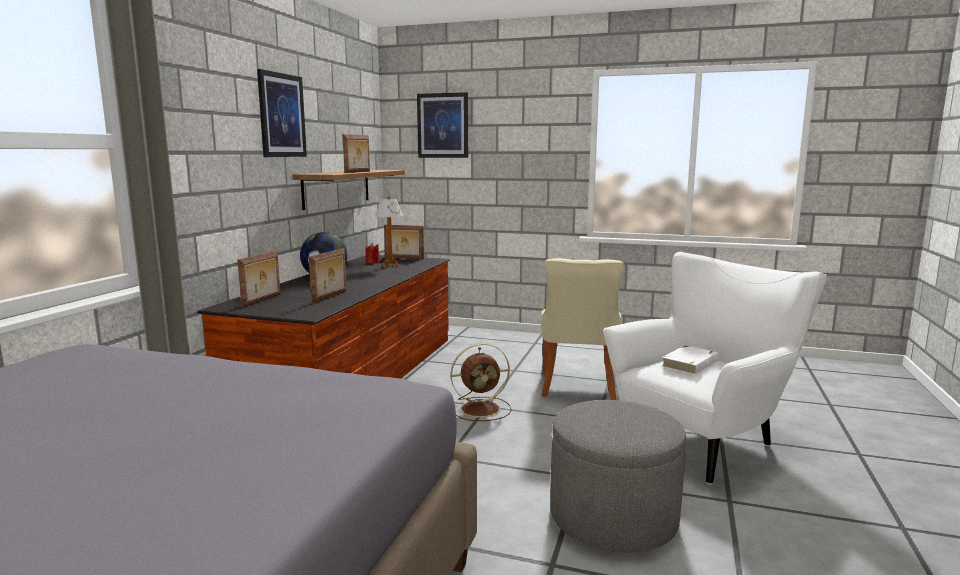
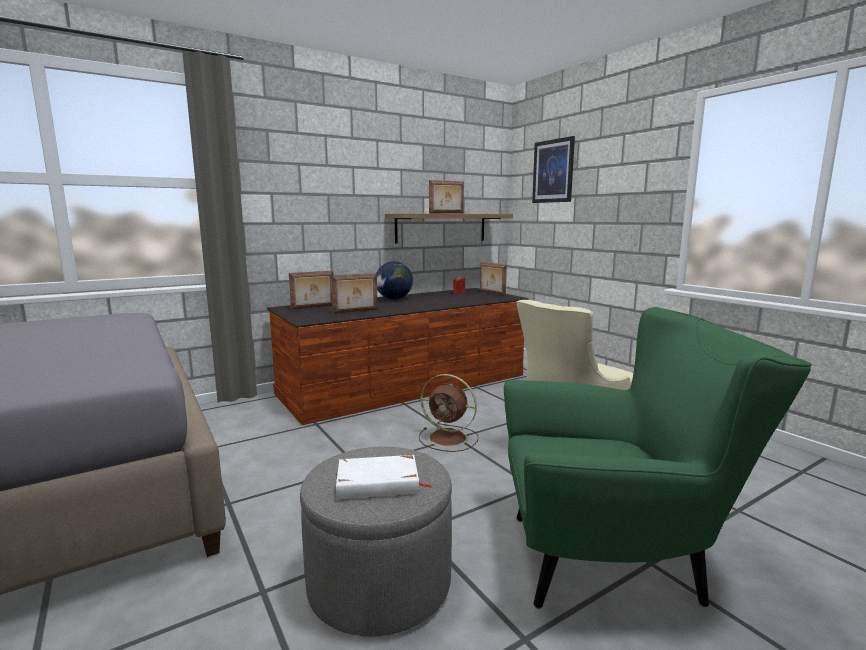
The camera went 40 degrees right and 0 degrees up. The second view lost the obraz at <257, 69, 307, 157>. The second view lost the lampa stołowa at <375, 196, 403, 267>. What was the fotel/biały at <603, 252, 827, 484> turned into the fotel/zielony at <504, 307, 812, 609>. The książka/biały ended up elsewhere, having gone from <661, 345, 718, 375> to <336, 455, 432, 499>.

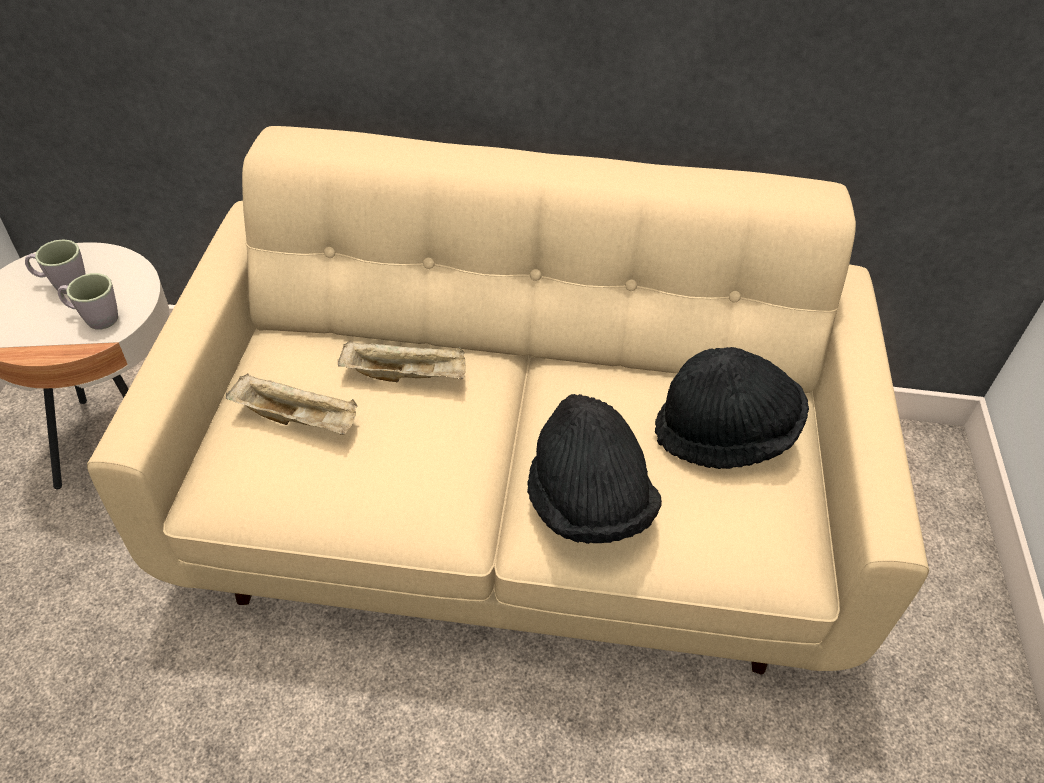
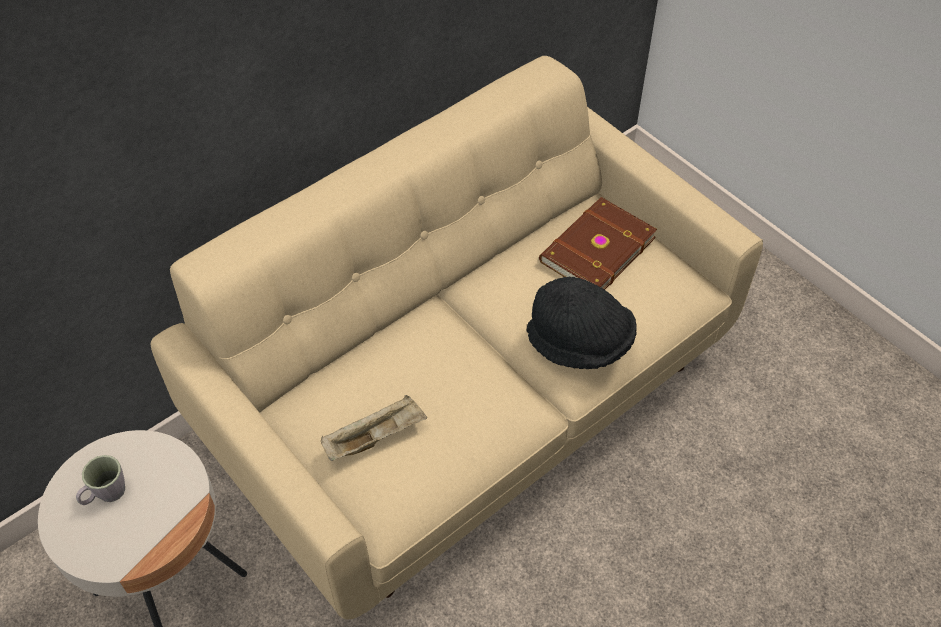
The camera went 45 degrees left and 5 degrees up. The second view lost the kubek/szary at <58, 273, 118, 329>. The second view lost the taca/beżowy at <338, 340, 466, 382>. Where the kapelusz/czarny stood at <655, 347, 809, 469>, the książka/brązowy came to stand at <539, 197, 657, 290>.

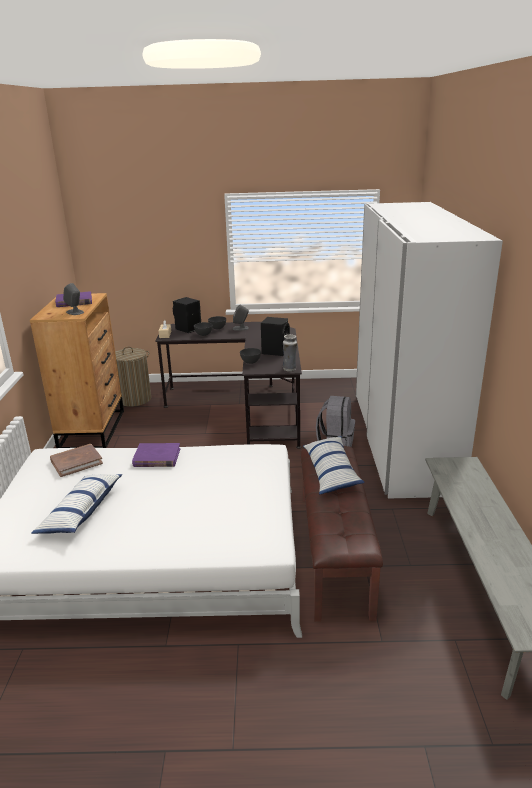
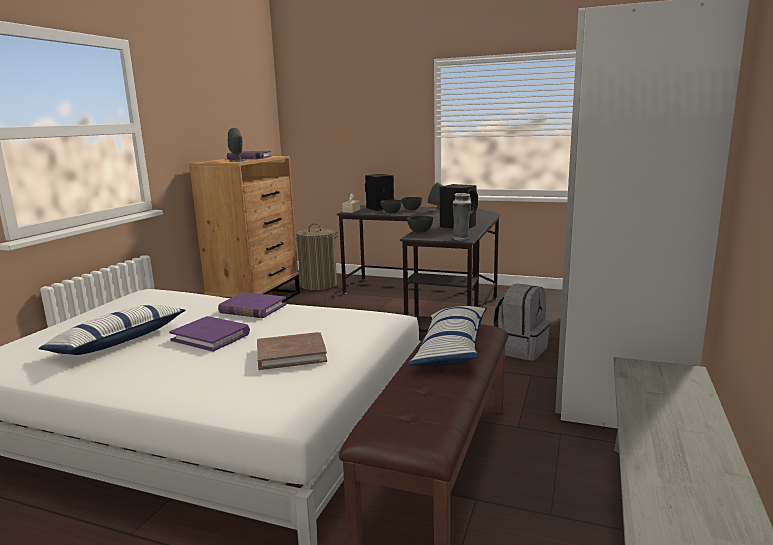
The camera went 20 degrees right and 10 degrees down. The książka/brązowy ended up elsewhere, having gone from <50, 444, 103, 477> to <257, 332, 327, 370>. The second view gained the książka/fioletowy at <169, 316, 250, 352>.

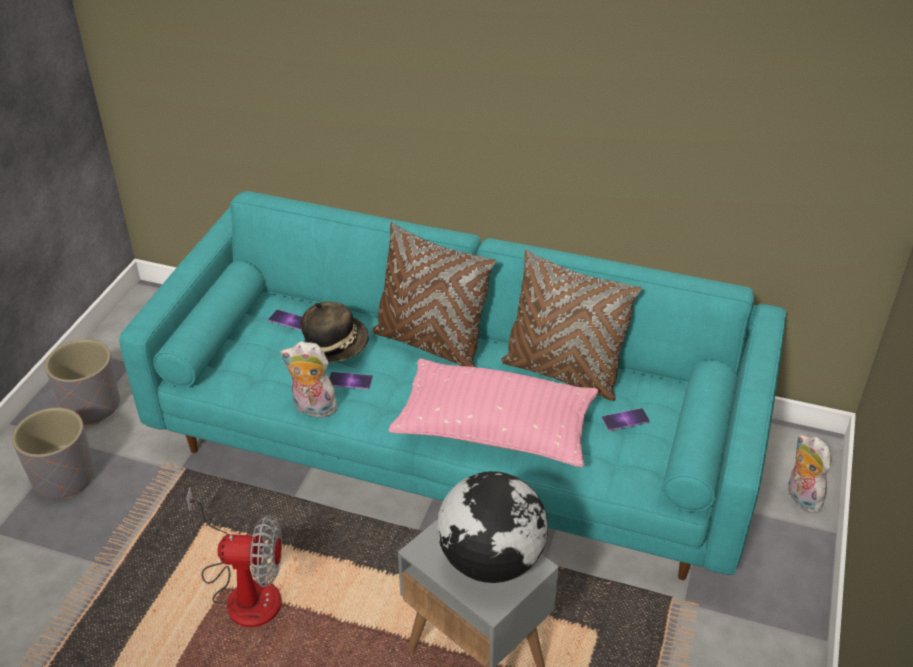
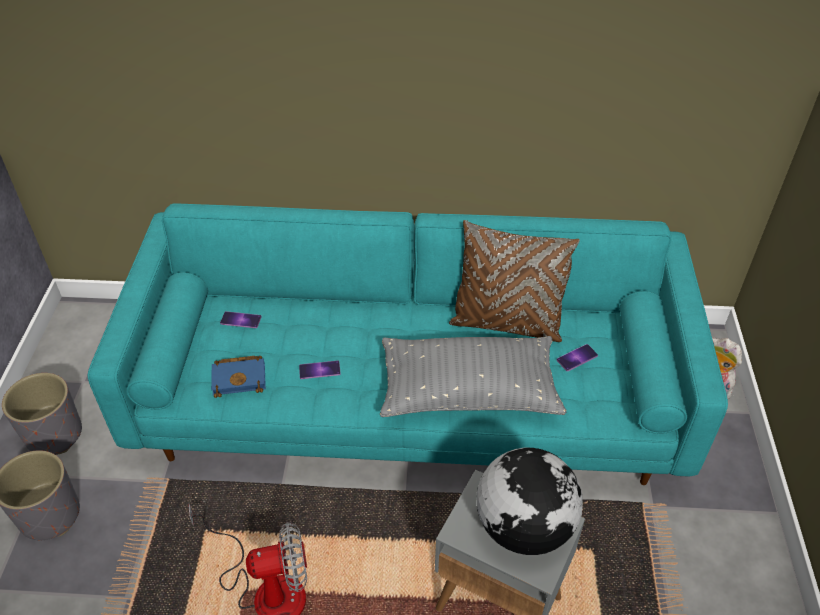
The camera went 15 degrees left and 5 degrees up. The second view lost the pluszak at <280, 341, 337, 418>. The second view lost the kapelusz at <301, 302, 369, 362>. The second view lost the poduszka/brązowy at <372, 222, 496, 367>. What was the poduszka/różowy at <389, 358, 598, 468> turned into the poduszka/szary at <380, 336, 566, 417>. The second view gained the książka/niebieski at <211, 356, 266, 398>.

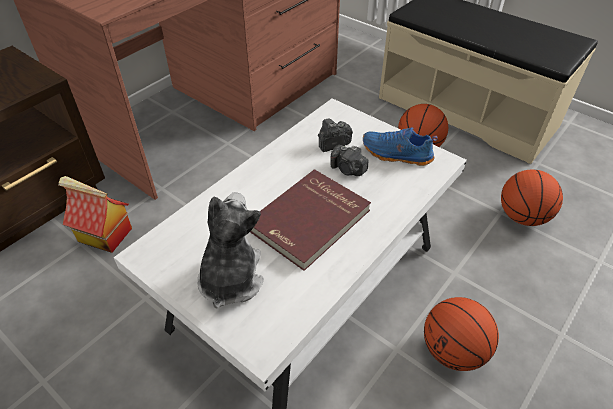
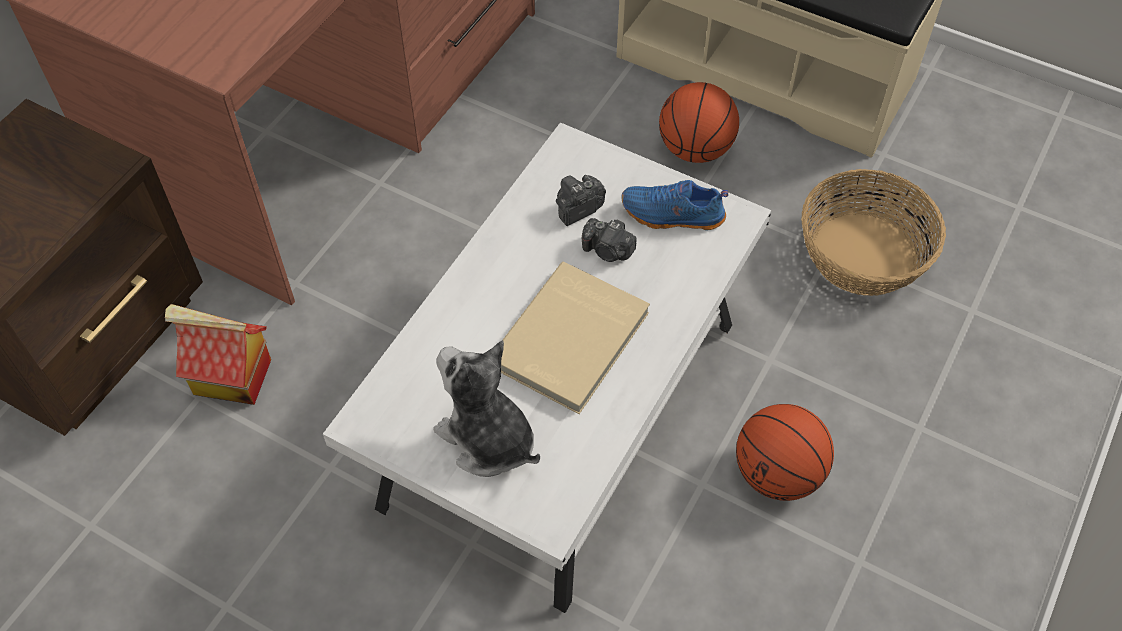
The camera went 10 degrees left and 10 degrees up. The pluszak at <197, 192, 264, 309> ended up facing another way, 45 degrees counterclockwise from before. What was the książka/czerwony at <250, 169, 371, 271> turned into the książka/beżowy at <501, 262, 650, 414>. Where the piłka do koszykówki stood at <501, 169, 563, 226>, the koszyk came to stand at <801, 169, 946, 296>.

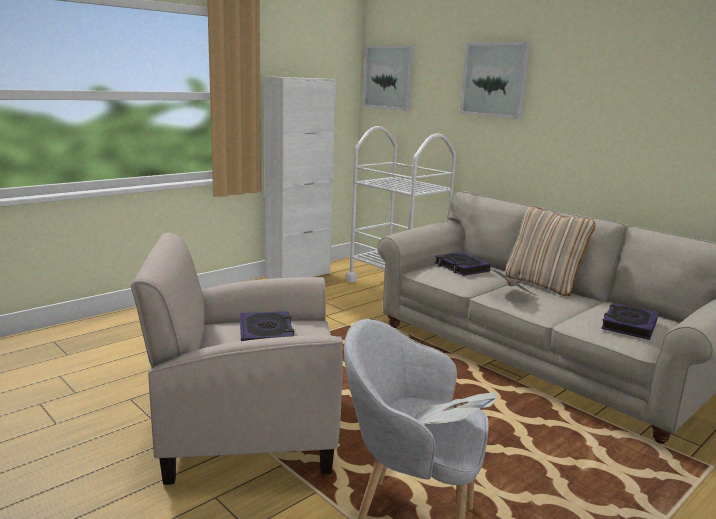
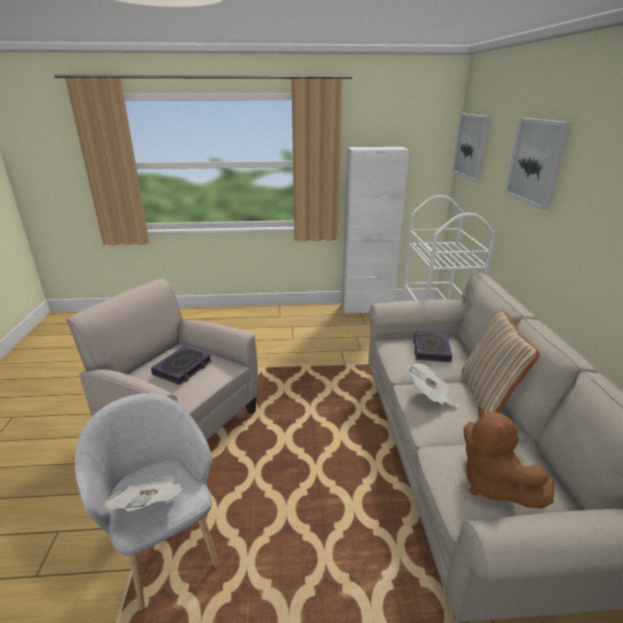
The camera went 40 degrees right and 10 degrees up. Where the książka stood at <601, 303, 659, 340>, the pluszak/brązowy came to stand at <464, 406, 554, 509>.

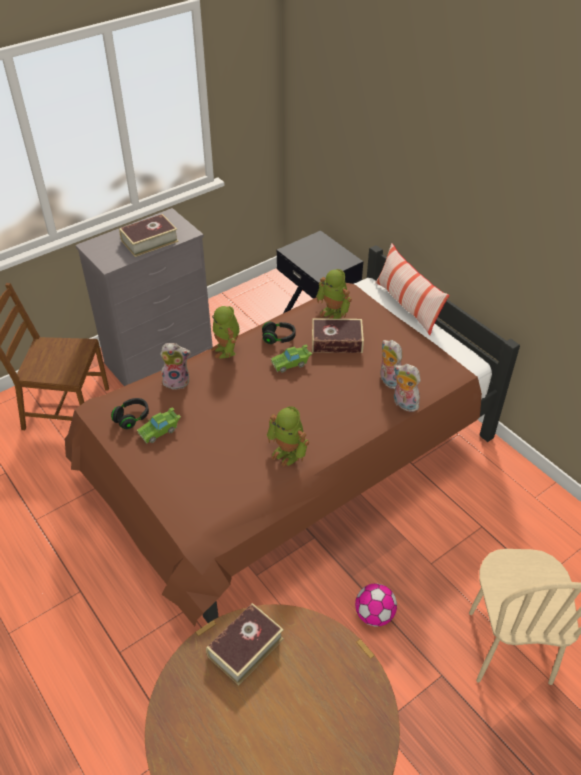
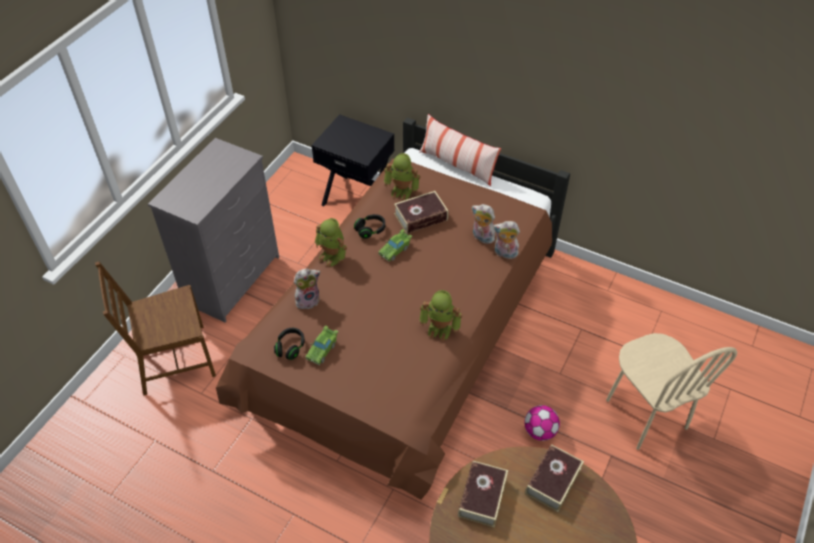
The camera went 25 degrees left and 5 degrees up. The książka ended up elsewhere, having gone from <119, 214, 179, 257> to <525, 444, 584, 512>.

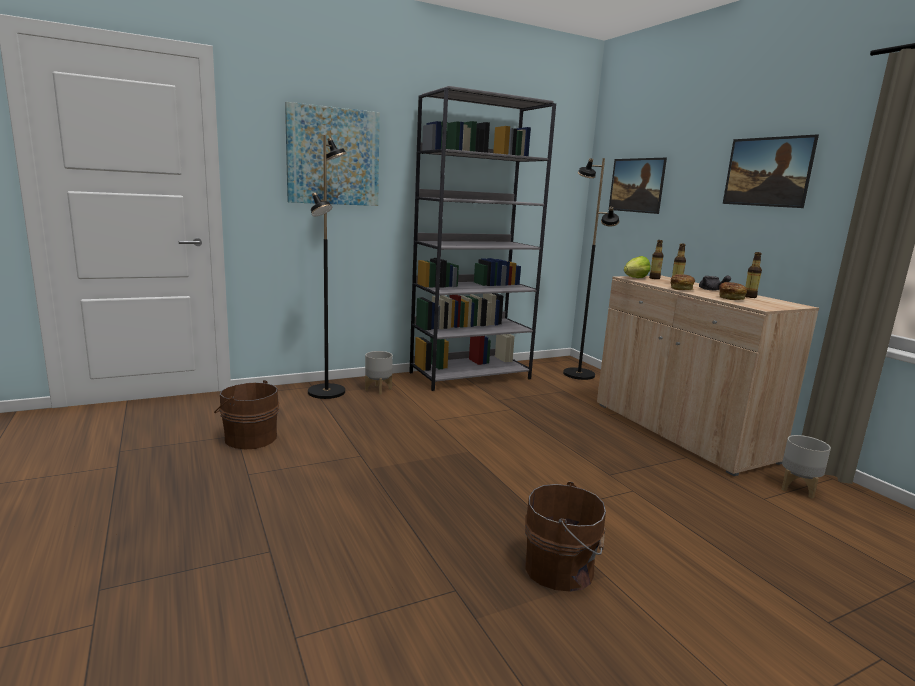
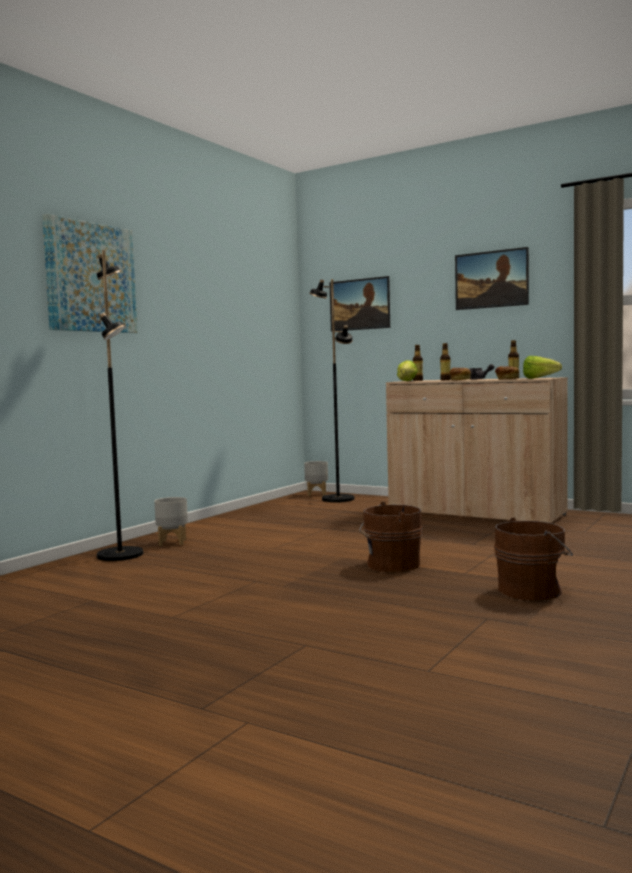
The camera went 30 degrees left and 10 degrees down. The wiadro/brązowy ended up elsewhere, having gone from <214, 380, 279, 449> to <359, 502, 423, 572>. The second view lost the regał/szary at <409, 86, 556, 391>. The donica/szary ended up elsewhere, having gone from <782, 435, 831, 499> to <304, 461, 328, 496>. The second view gained the sałata at <523, 356, 562, 379>.

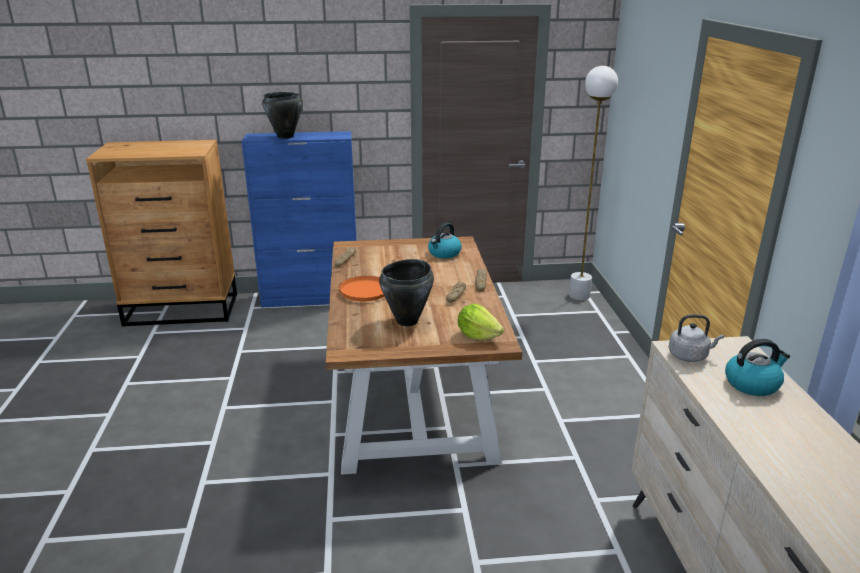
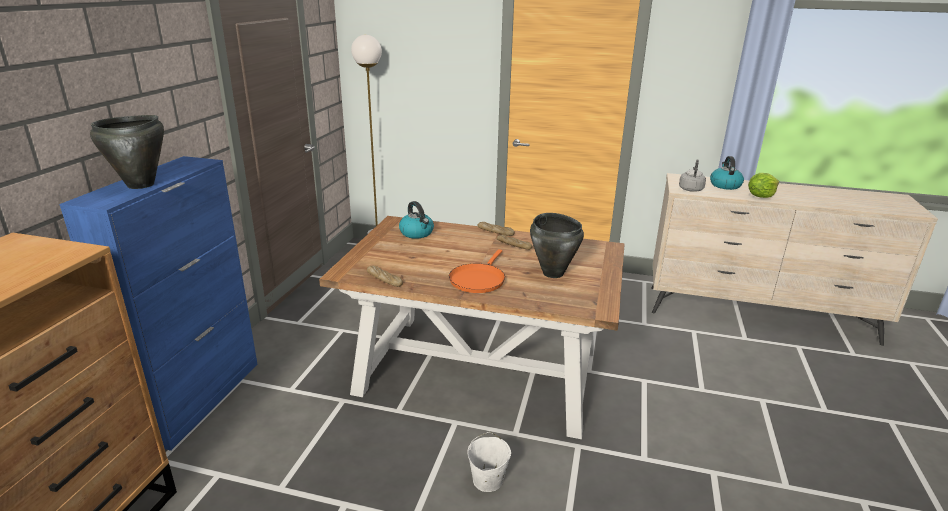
The camera went 70 degrees left and 0 degrees up. The sałata ended up elsewhere, having gone from <458, 304, 504, 340> to <748, 173, 779, 198>. The second view gained the wiadro/biały at <468, 432, 511, 492>.

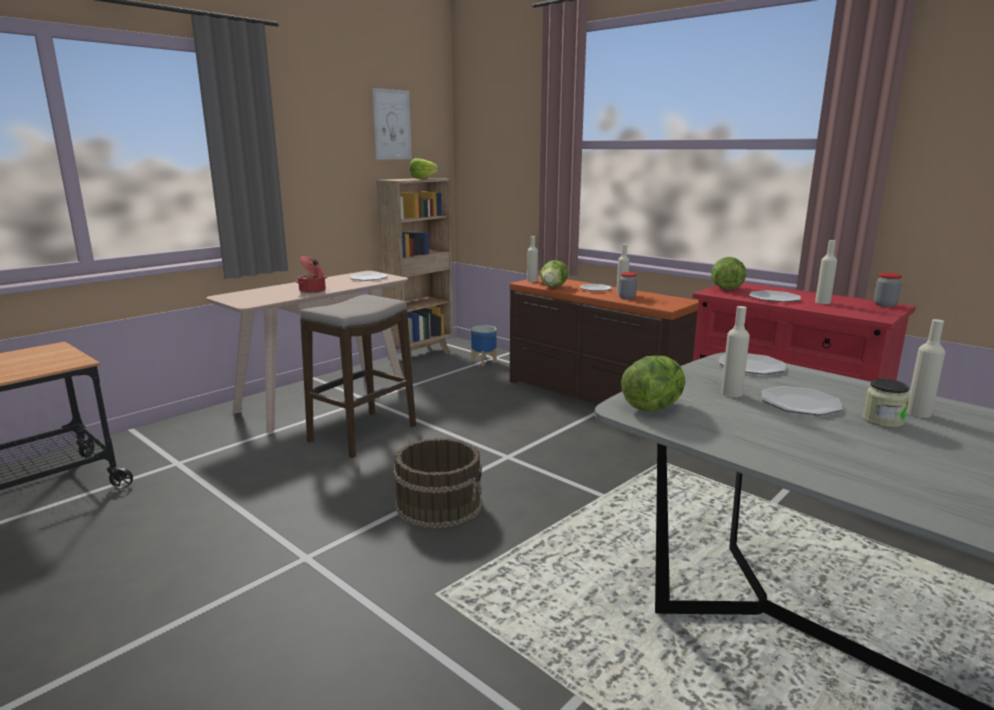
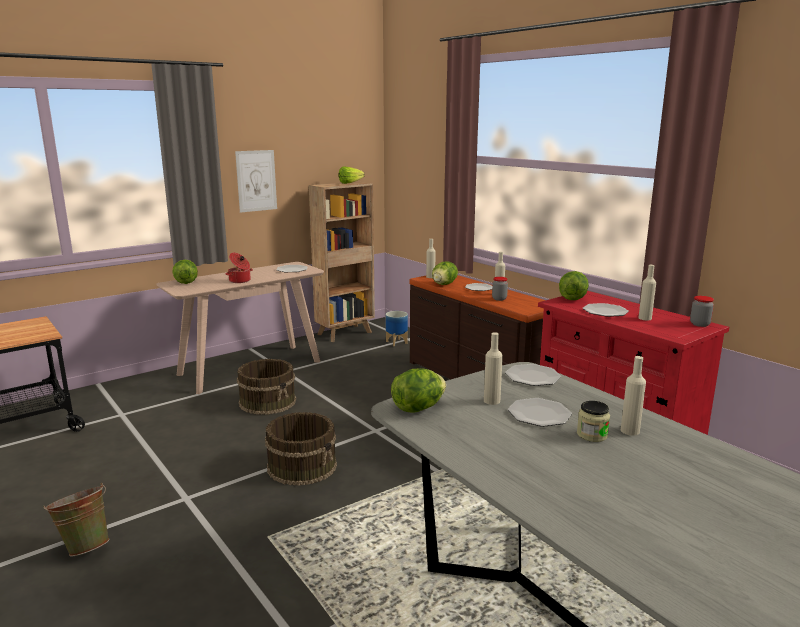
The camera went 10 degrees right and 0 degrees up. Where the stołek stood at <300, 295, 416, 458>, the wiadro/brązowy came to stand at <237, 359, 296, 415>. The obraz ended up elsewhere, having gone from <372, 88, 412, 160> to <235, 150, 277, 213>. The second view gained the wiadro/zielony at <43, 483, 109, 556>. The second view gained the sałata at <172, 259, 198, 284>.

